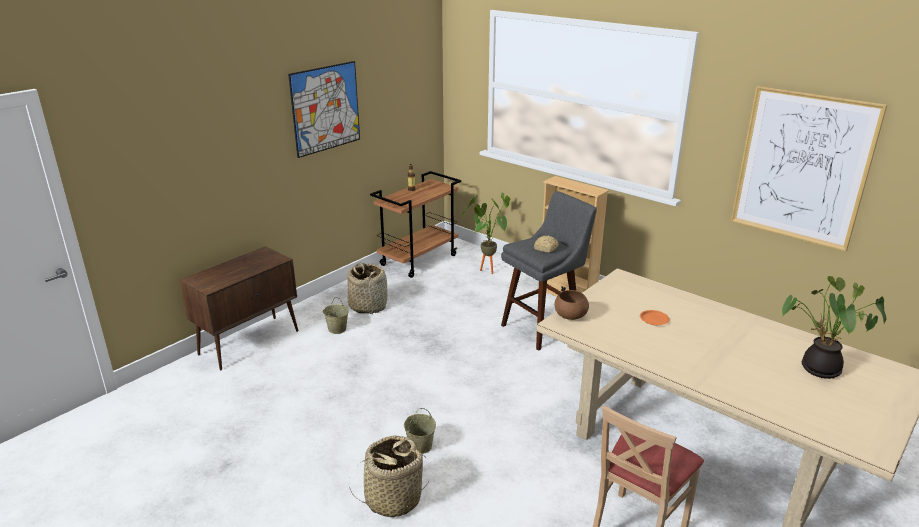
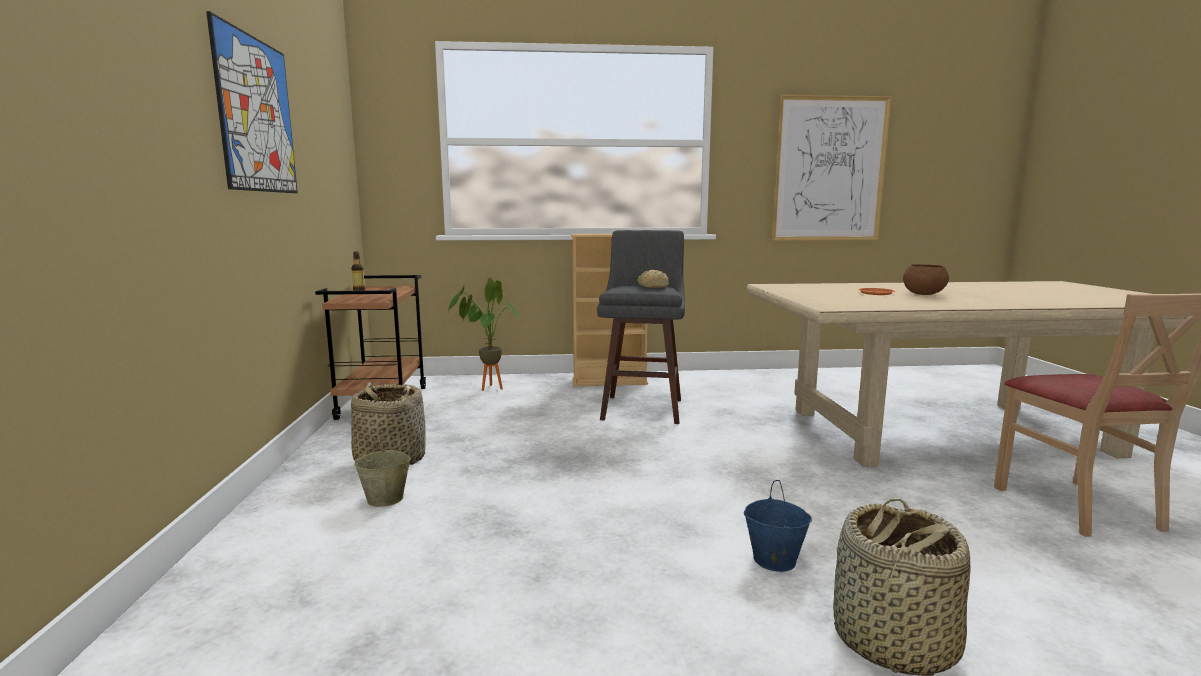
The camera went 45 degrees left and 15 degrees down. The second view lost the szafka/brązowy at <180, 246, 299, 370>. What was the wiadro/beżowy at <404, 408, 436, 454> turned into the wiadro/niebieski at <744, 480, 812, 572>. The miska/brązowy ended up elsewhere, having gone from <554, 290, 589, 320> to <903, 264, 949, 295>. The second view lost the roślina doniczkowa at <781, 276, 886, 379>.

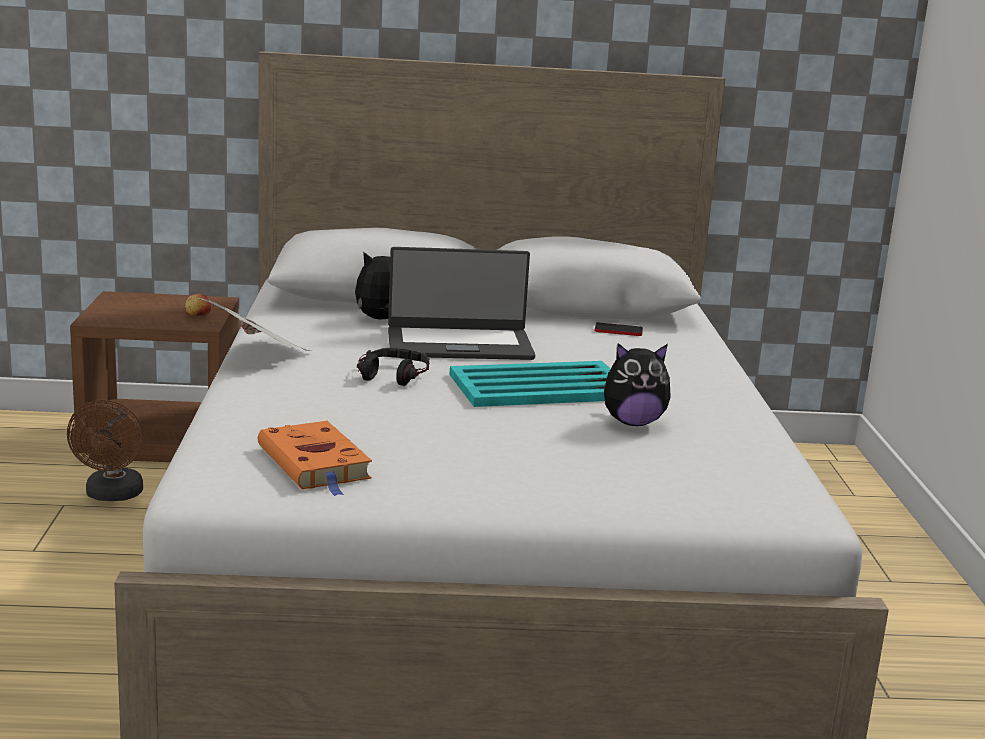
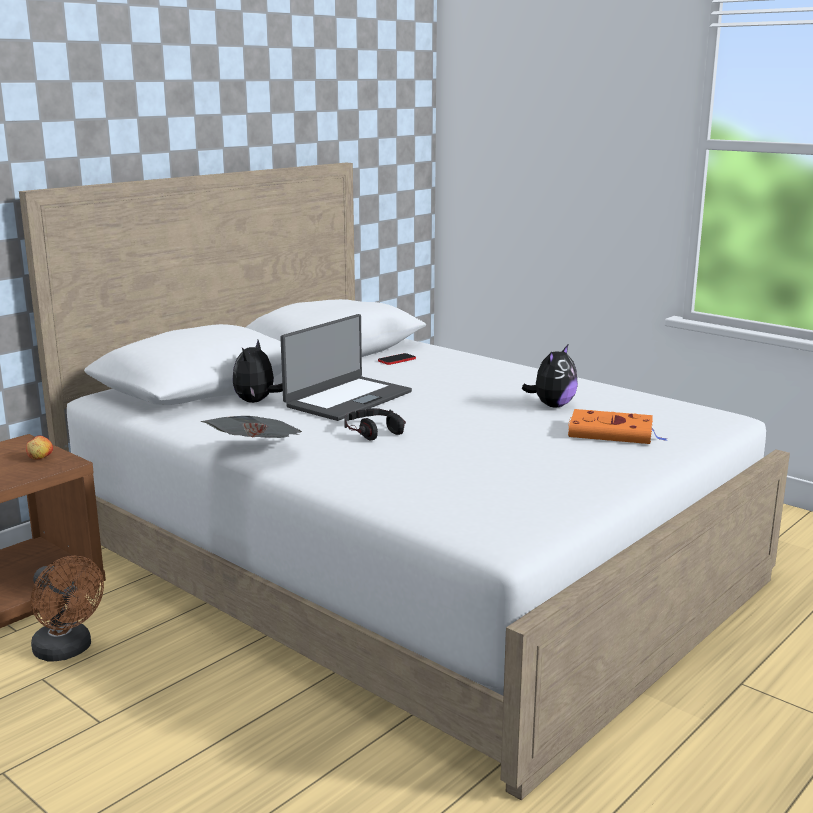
The camera went 45 degrees left and 0 degrees up. The książka/pomarańczowy ended up elsewhere, having gone from <258, 421, 372, 496> to <568, 409, 668, 444>. The second view lost the taca/turkusowy at <450, 361, 611, 407>.

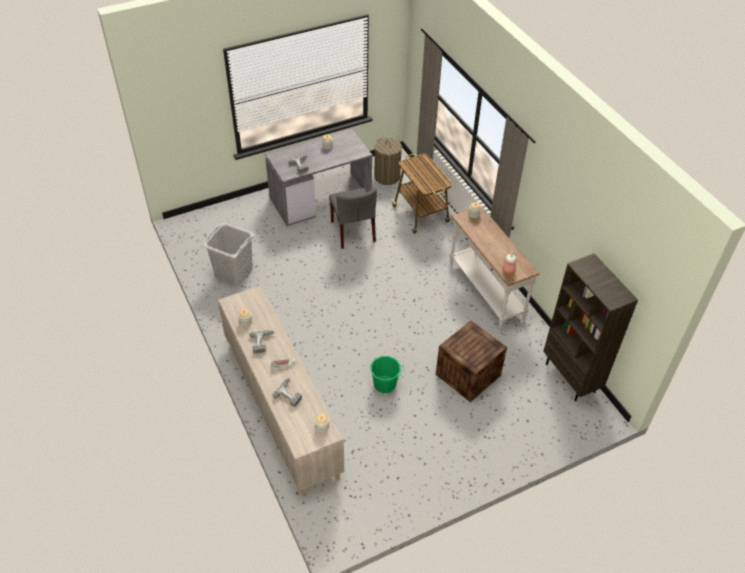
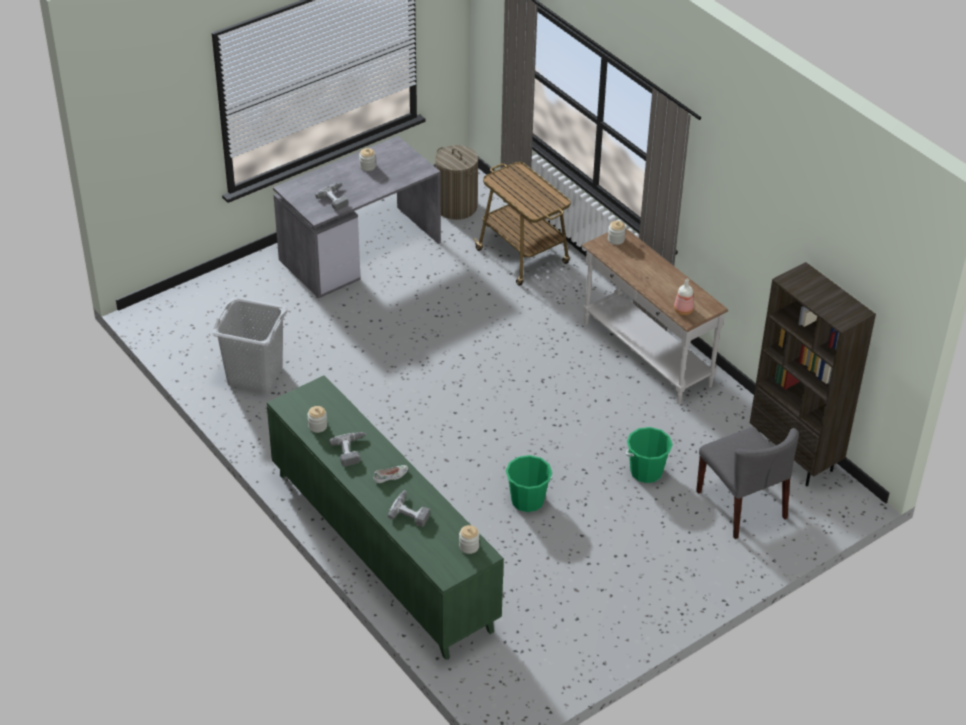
The camera went 10 degrees left and 5 degrees down. What was the szafka/beżowy at <218, 286, 344, 495> turned into the szafka/zielony at <267, 375, 504, 660>. The krzesło/szary ended up elsewhere, having gone from <329, 188, 377, 249> to <696, 427, 799, 539>. Where the skrzynka stood at <436, 321, 507, 402>, the wiadro/zielony came to stand at <626, 427, 673, 483>.

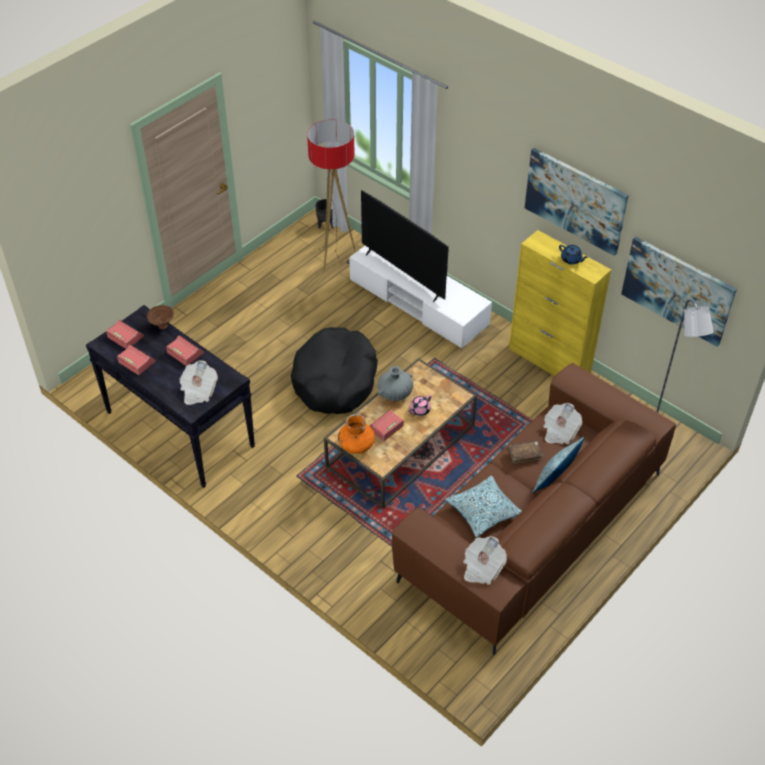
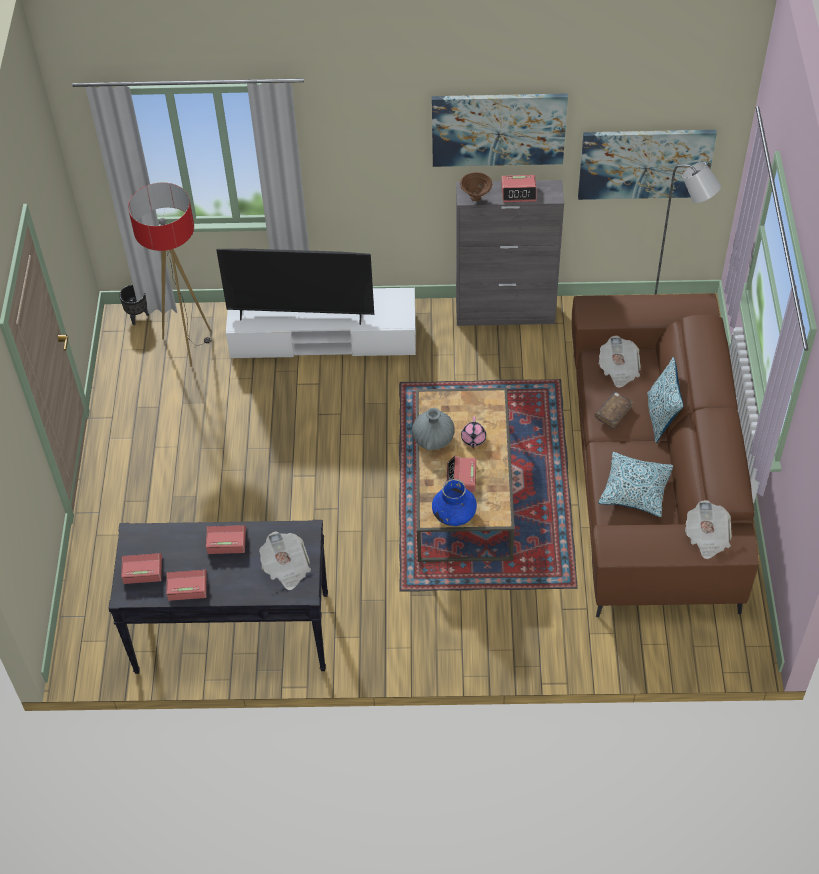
The camera went 40 degrees left and 5 degrees up. The miska/brązowy ended up elsewhere, having gone from <147, 305, 174, 329> to <460, 172, 492, 201>. The second view lost the legowisko/czarny at <291, 327, 378, 414>. What was the wazon/pomarańczowy at <338, 414, 375, 454> turned into the wazon/niebieski at <432, 479, 477, 526>. What was the szafka/żółty at <509, 230, 611, 376> turned into the szafka/szary at <456, 180, 564, 326>. Where the imbryk/niebieski stood at <559, 245, 588, 265>, the budzik came to stand at <501, 175, 537, 202>.

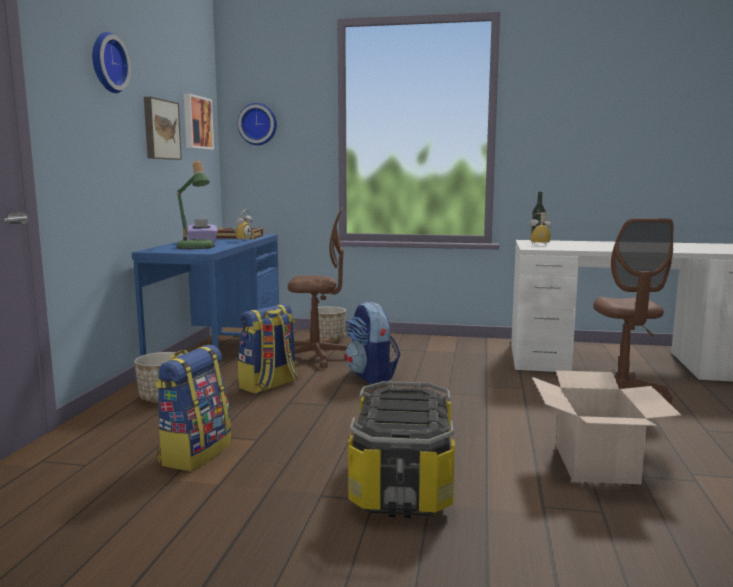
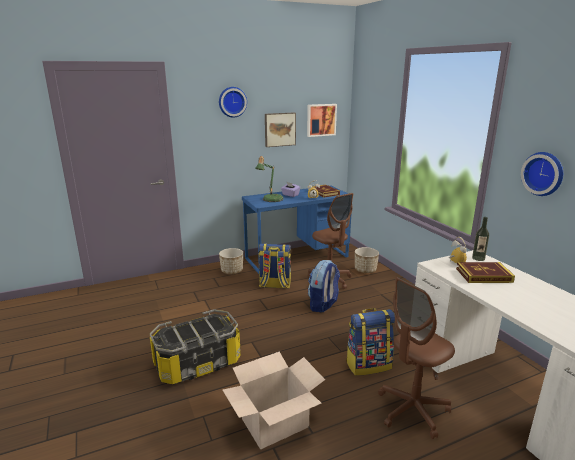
The camera went 55 degrees right and 10 degrees up. The plecak ended up elsewhere, having gone from <155, 345, 231, 471> to <346, 308, 395, 376>. The zegar ścienny ended up elsewhere, having gone from <238, 103, 277, 145> to <521, 152, 563, 196>. The second view gained the książka at <456, 262, 515, 283>.

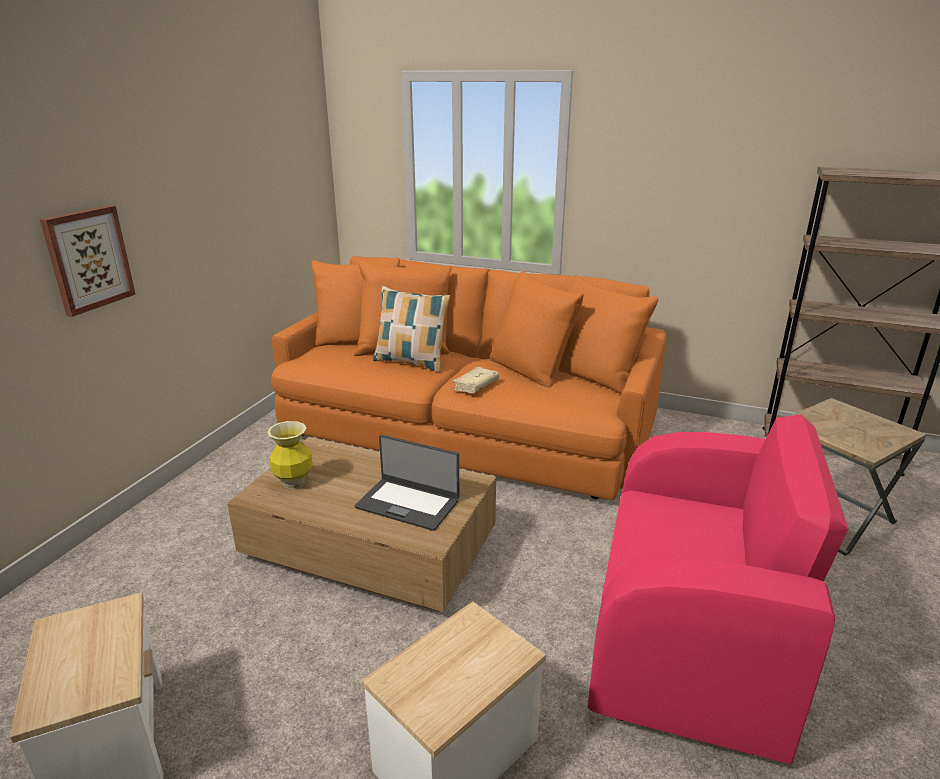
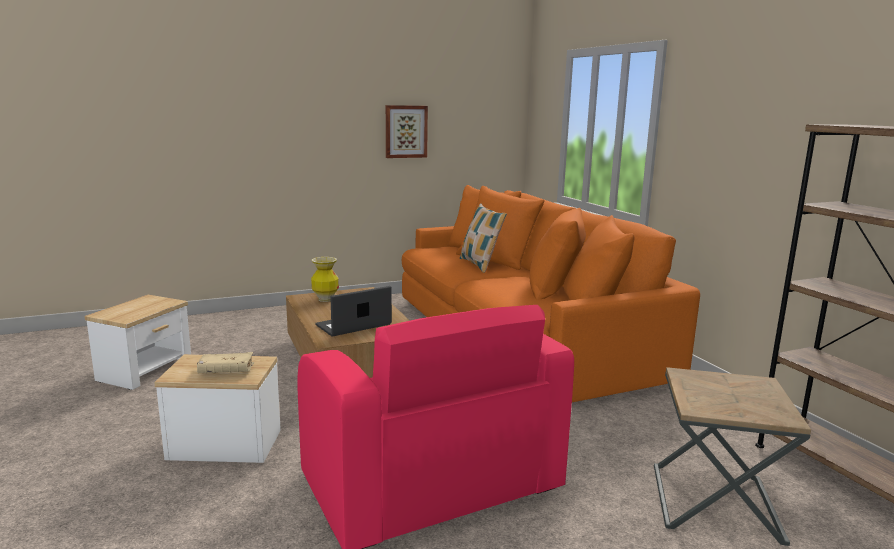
The camera went 45 degrees right and 10 degrees down. The obraz ended up elsewhere, having gone from <40, 205, 135, 317> to <386, 105, 428, 158>. The laptop at <355, 435, 459, 531> ended up facing another way, 75 degrees clockwise from before. The książka/beżowy ended up elsewhere, having gone from <452, 367, 499, 393> to <197, 352, 254, 373>.

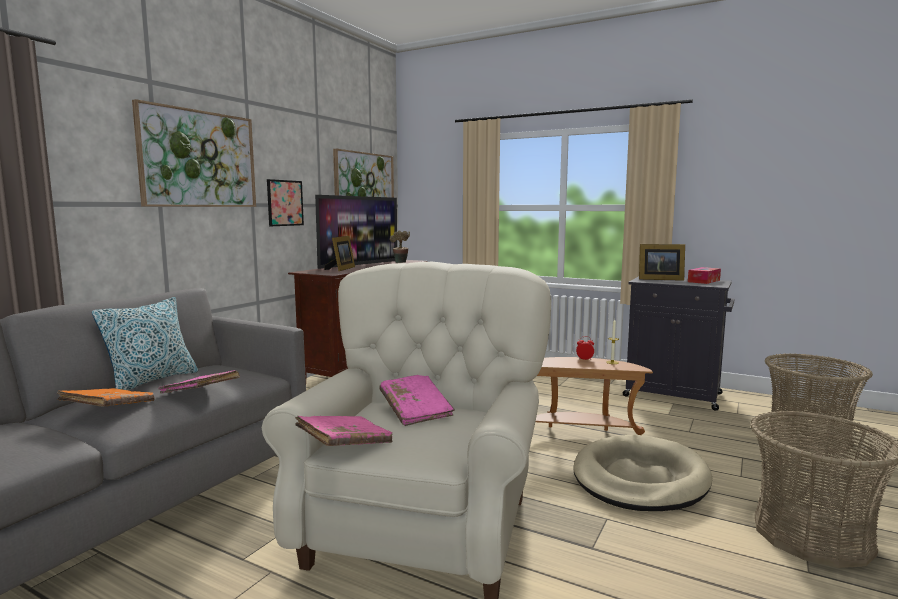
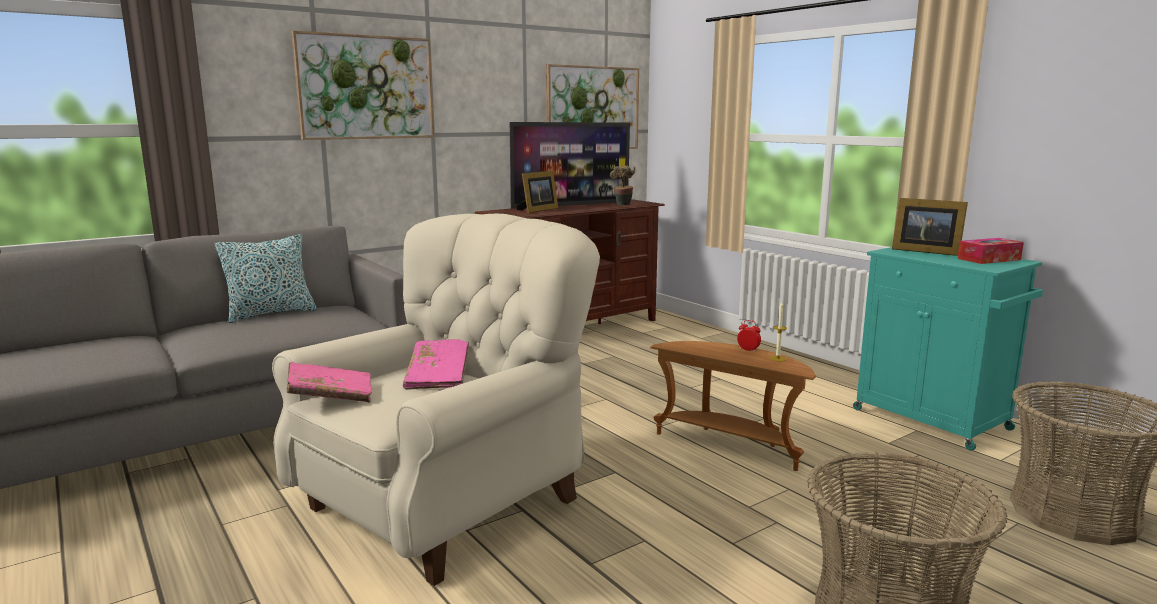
The camera went 25 degrees right and 5 degrees up. The second view lost the książka/pomarańczowy at <57, 388, 155, 407>. The second view lost the książka/różowy at <158, 370, 240, 393>. The second view lost the obraz at <267, 179, 304, 226>. The second view lost the legowisko/beżowy at <574, 435, 712, 511>. What was the szafka/czarny at <623, 276, 734, 411> turned into the szafka/turkusowy at <853, 247, 1043, 451>.

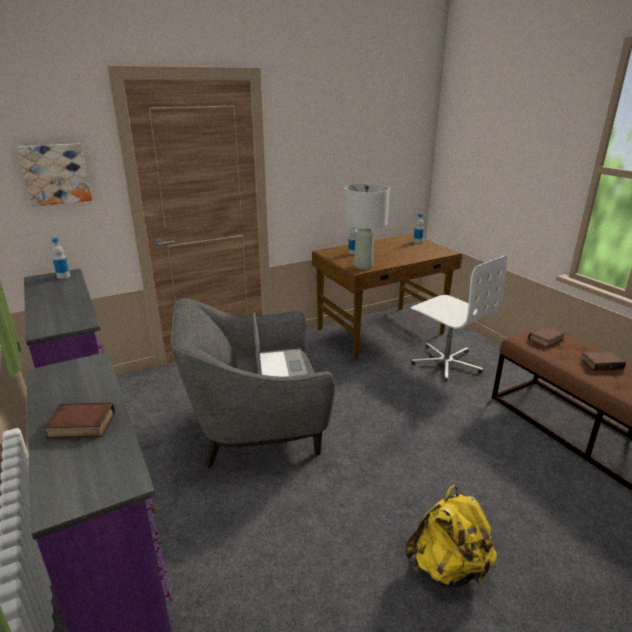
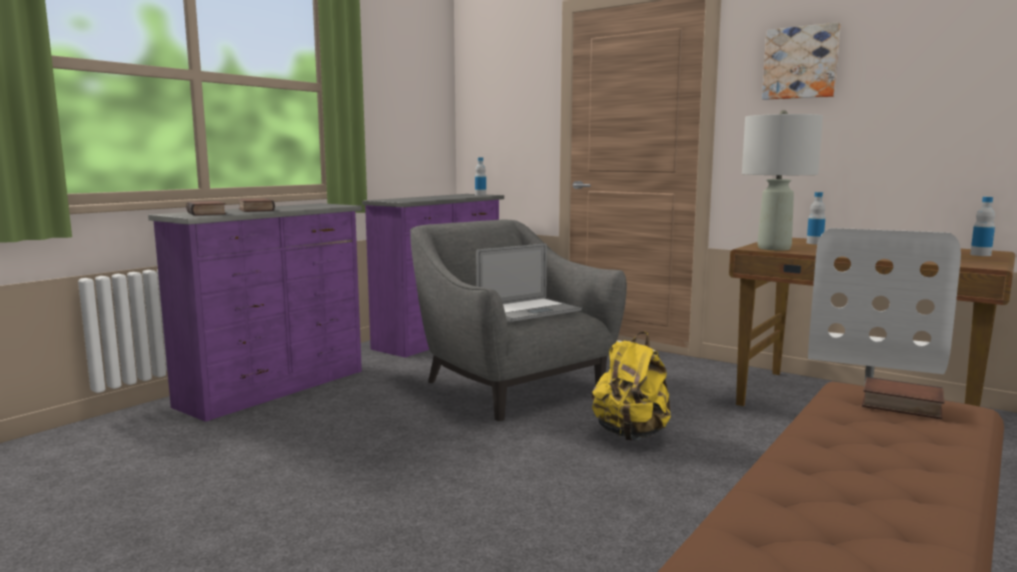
The camera went 65 degrees right and 15 degrees down. The obraz ended up elsewhere, having gone from <17, 143, 92, 207> to <762, 22, 841, 100>. The plecak/żółty ended up elsewhere, having gone from <405, 485, 497, 587> to <592, 332, 671, 441>. The książka ended up elsewhere, having gone from <580, 351, 626, 371> to <186, 201, 226, 216>.

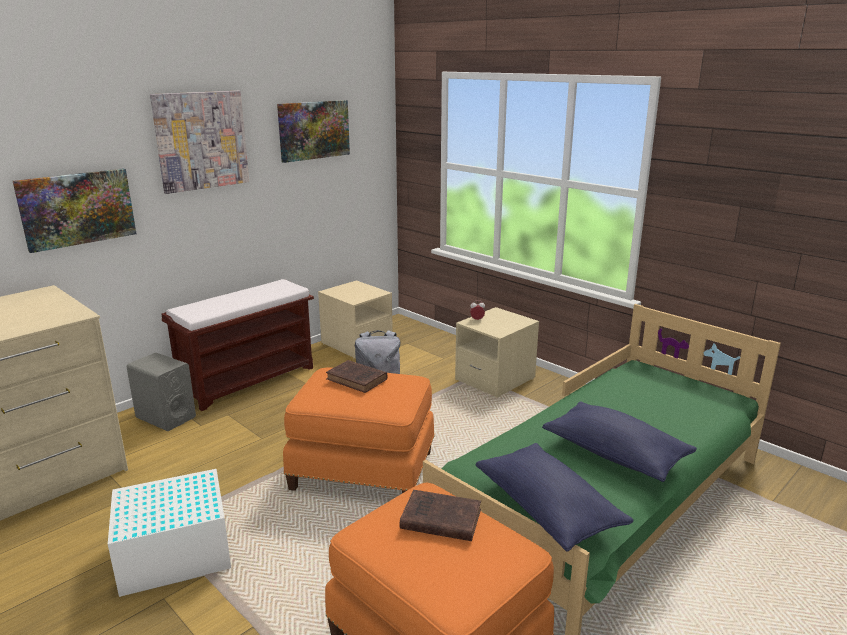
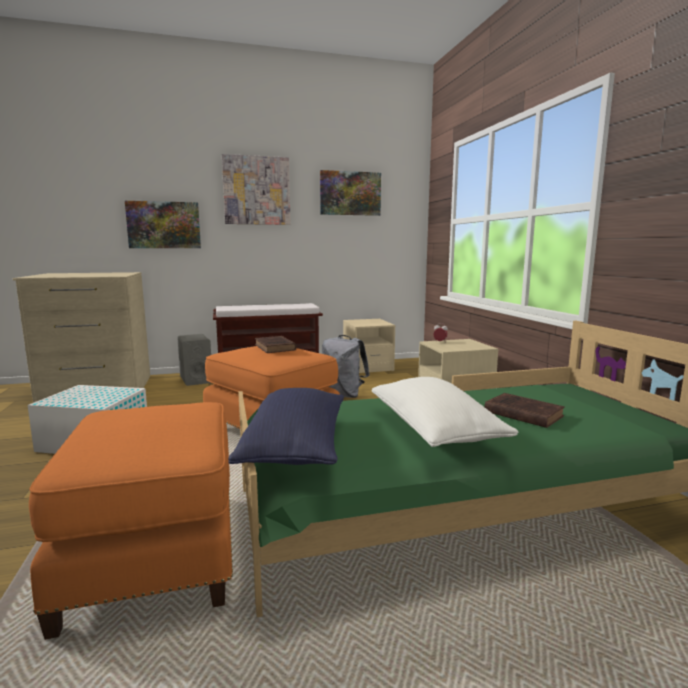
The camera went 30 degrees right and 10 degrees down. The książka/brązowy ended up elsewhere, having gone from <400, 490, 481, 541> to <484, 393, 565, 428>. What was the poduszka/niebieski at <542, 402, 697, 482> turned into the poduszka/biały at <372, 377, 519, 447>.

